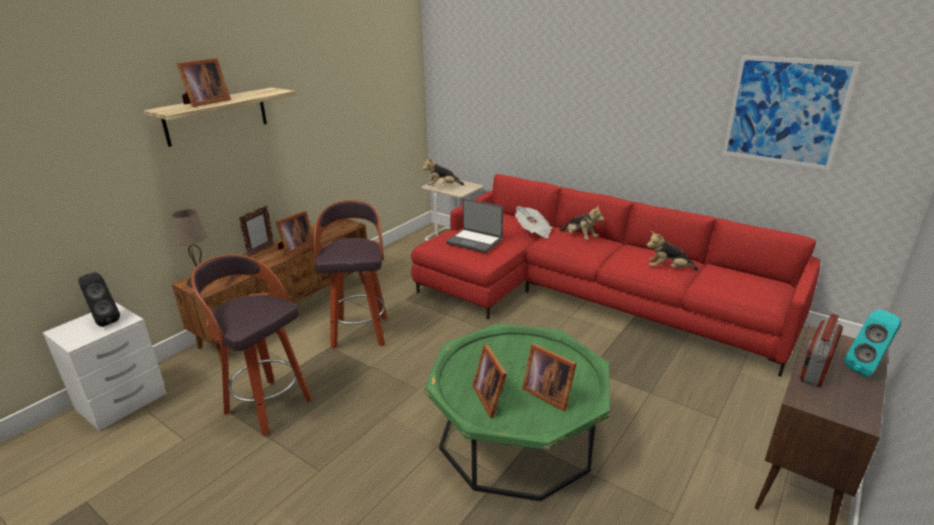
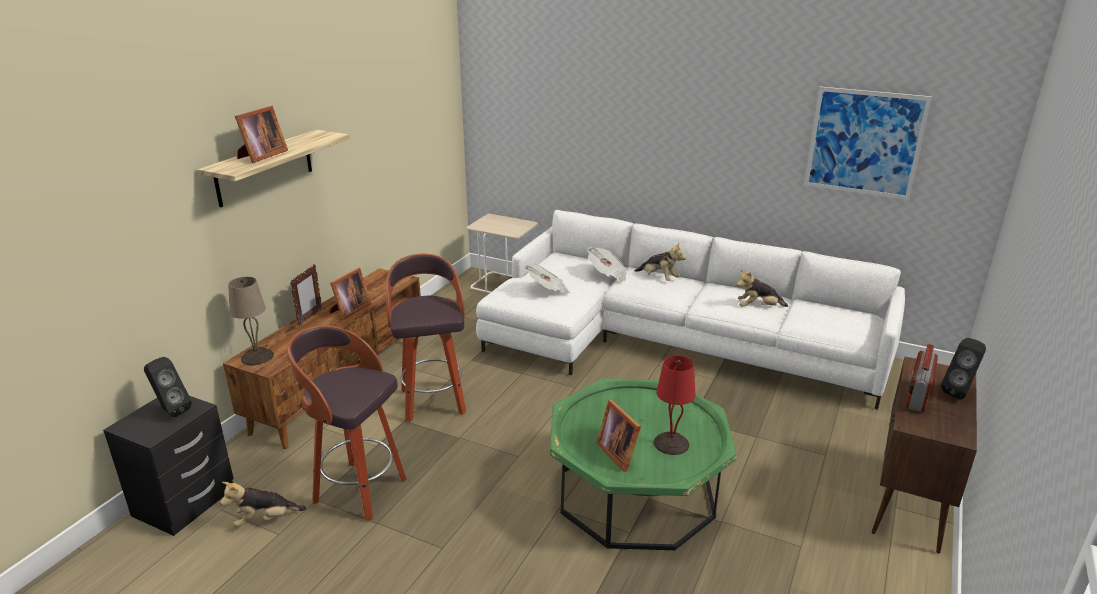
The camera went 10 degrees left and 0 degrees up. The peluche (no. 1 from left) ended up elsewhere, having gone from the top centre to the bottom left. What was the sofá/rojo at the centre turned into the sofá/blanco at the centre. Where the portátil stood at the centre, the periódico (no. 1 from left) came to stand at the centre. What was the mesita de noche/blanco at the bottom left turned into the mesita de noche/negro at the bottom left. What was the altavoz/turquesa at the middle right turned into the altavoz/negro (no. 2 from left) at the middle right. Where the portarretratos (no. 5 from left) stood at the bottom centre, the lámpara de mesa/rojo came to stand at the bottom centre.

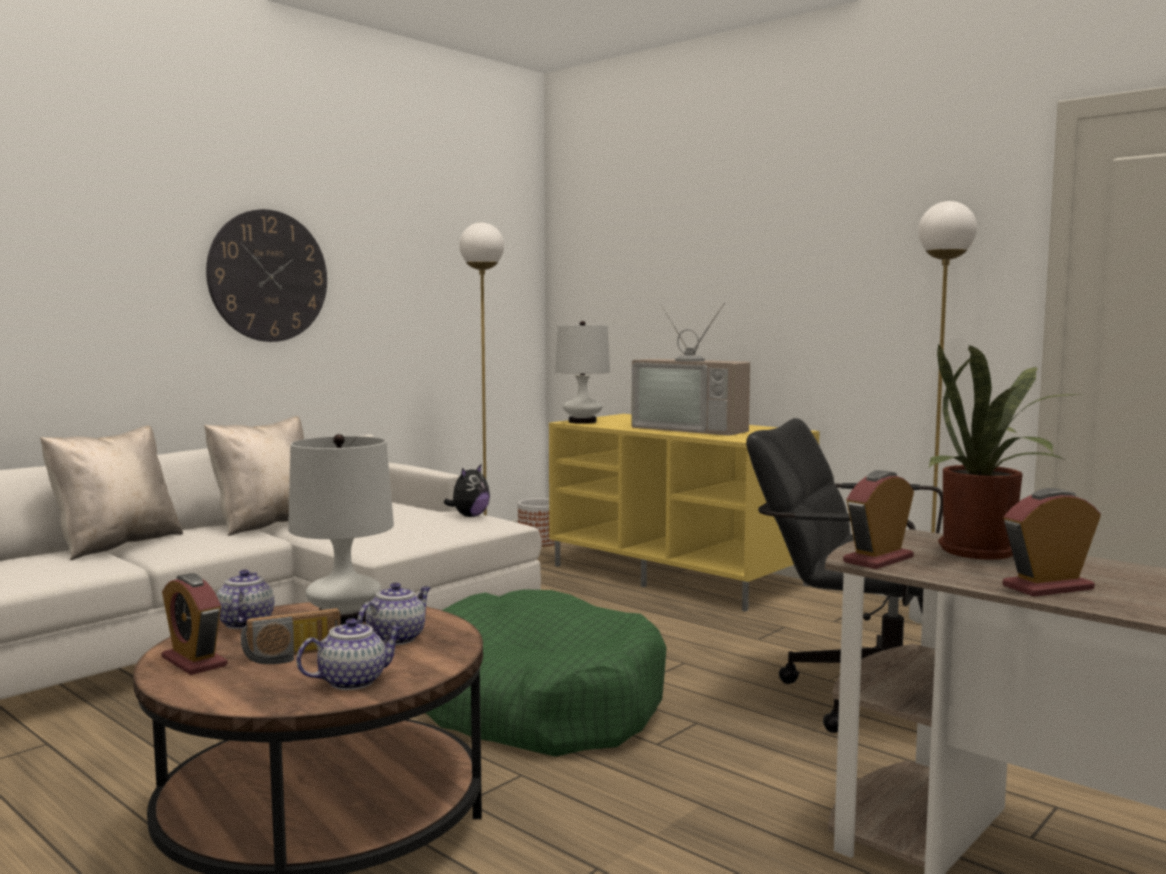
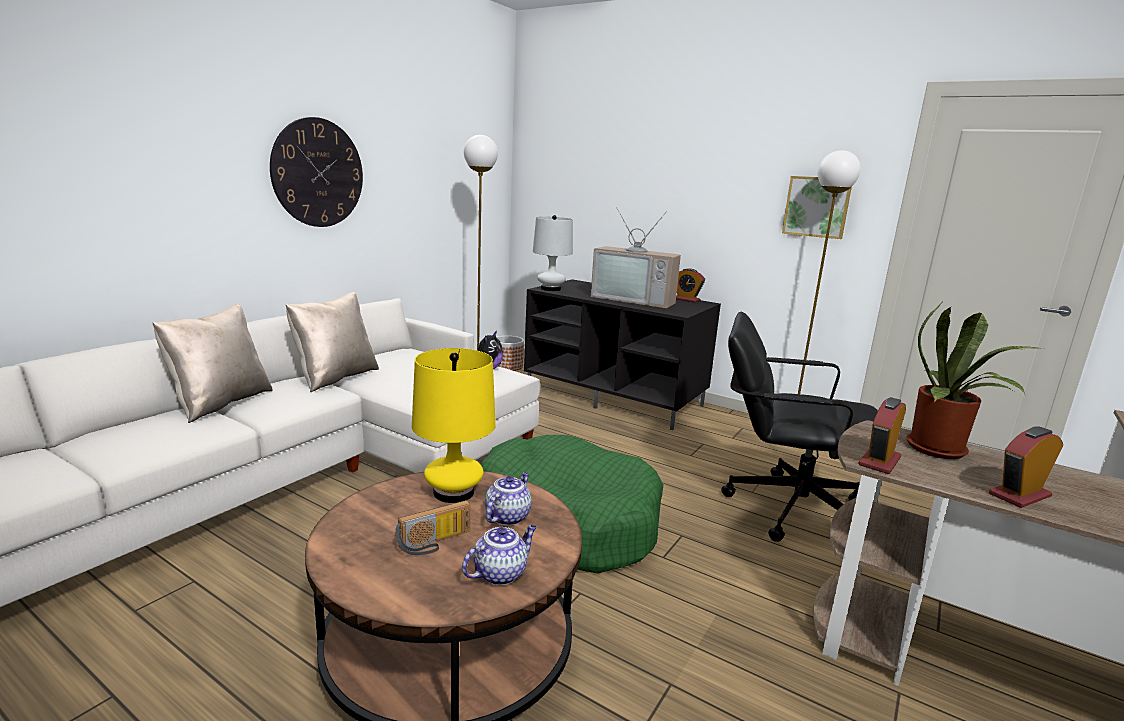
The camera went 10 degrees left and 10 degrees up. What was the mueble de televisión/amarillo at the centre turned into the mueble de televisión/negro at the centre. What was the lámpara de mesa/blanco (no. 1 from left) at the middle left turned into the lámpara de mesa/amarillo at the centre. The second view lost the tetera (no. 1 from left) at the bottom left. The despertador (no. 1 from left) ended up elsewhere, having gone from the bottom left to the centre. The second view gained the cuadro at the top right.

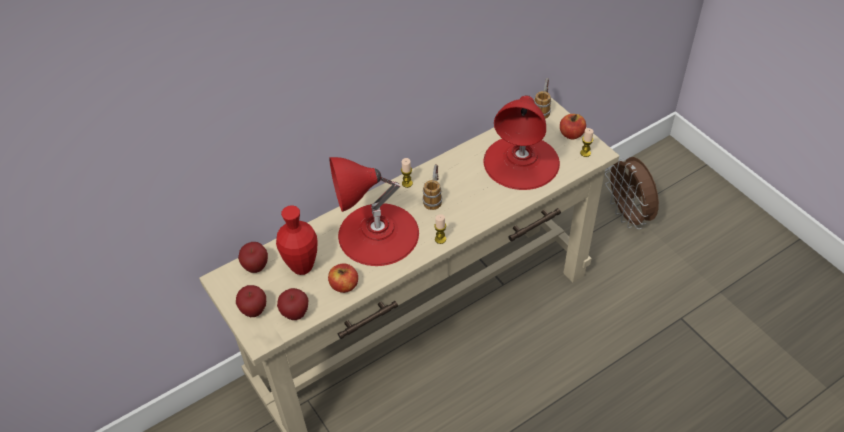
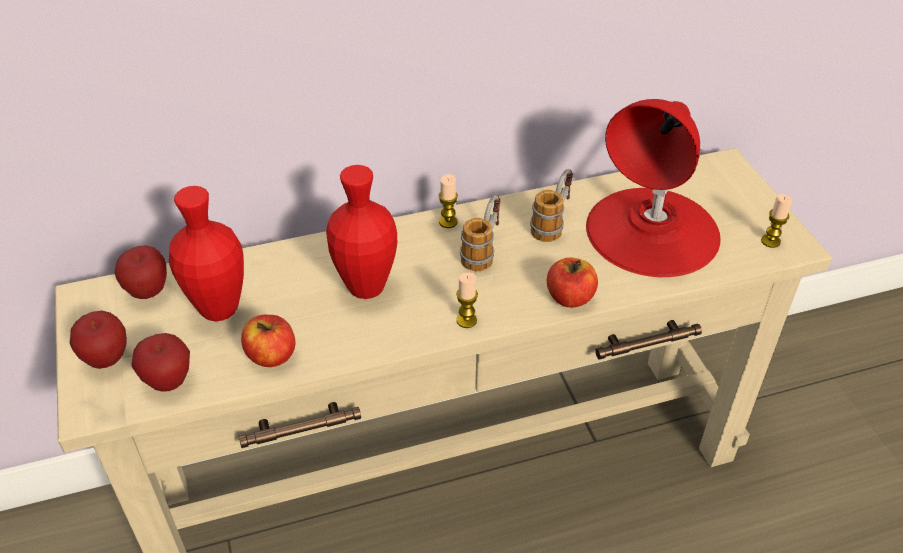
The camera went 15 degrees right and 5 degrees down. The taza grande (no. 2 from left) ended up elsewhere, having gone from the top centre to the centre. The manzana (no. 5 from left) ended up elsewhere, having gone from the top right to the centre. Where the lámpara de mesa/rojo (no. 1 from left) stood at the centre, the florero/rojo (no. 2 from left) came to stand at the centre. The second view lost the ventilador/marrón at the middle right.

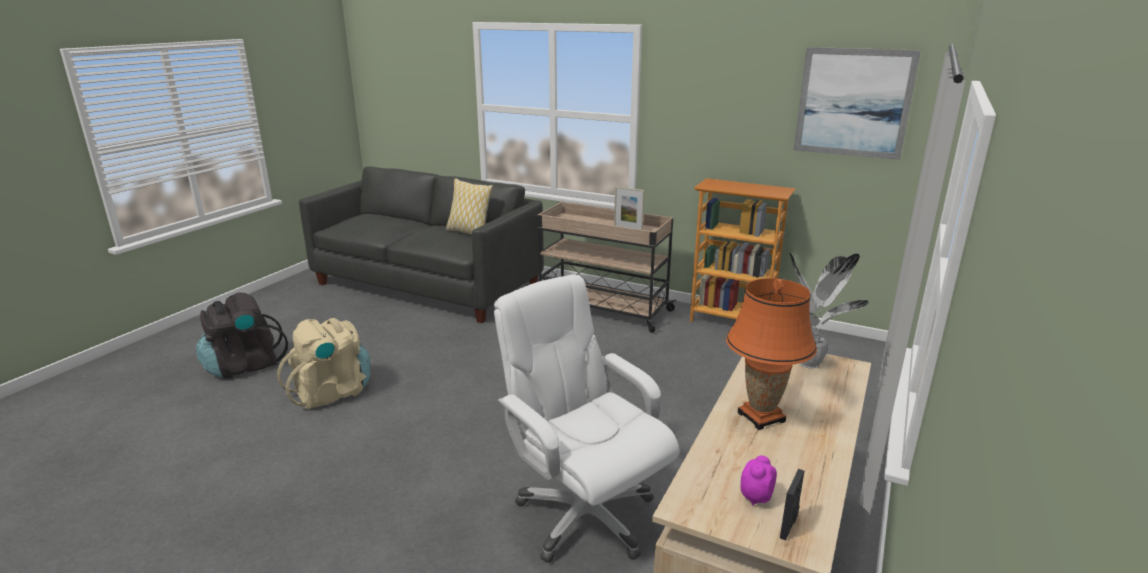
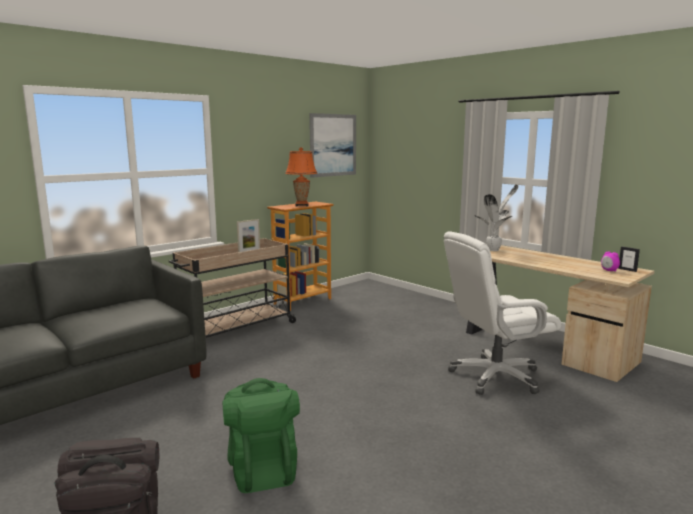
The camera went 70 degrees left and 10 degrees down. The second view lost the cojín at the centre. The lámpara de mesa/naranja ended up elsewhere, having gone from the middle right to the centre. What was the mochila/beis at the middle left turned into the mochila/verde at the bottom centre.

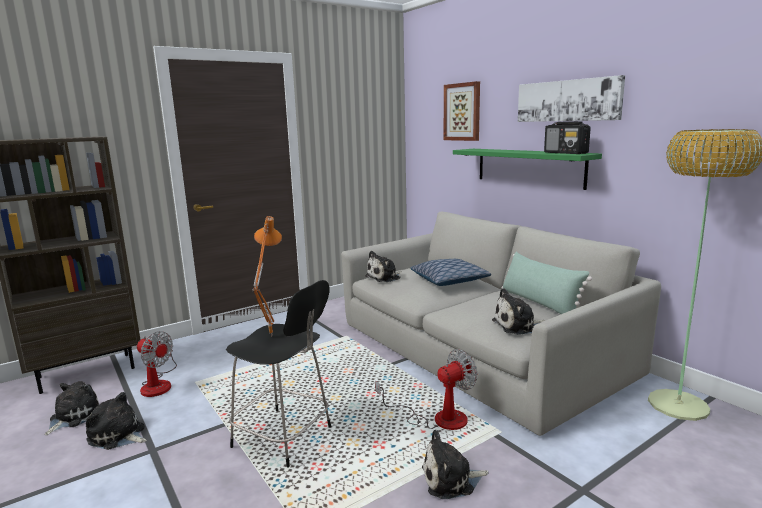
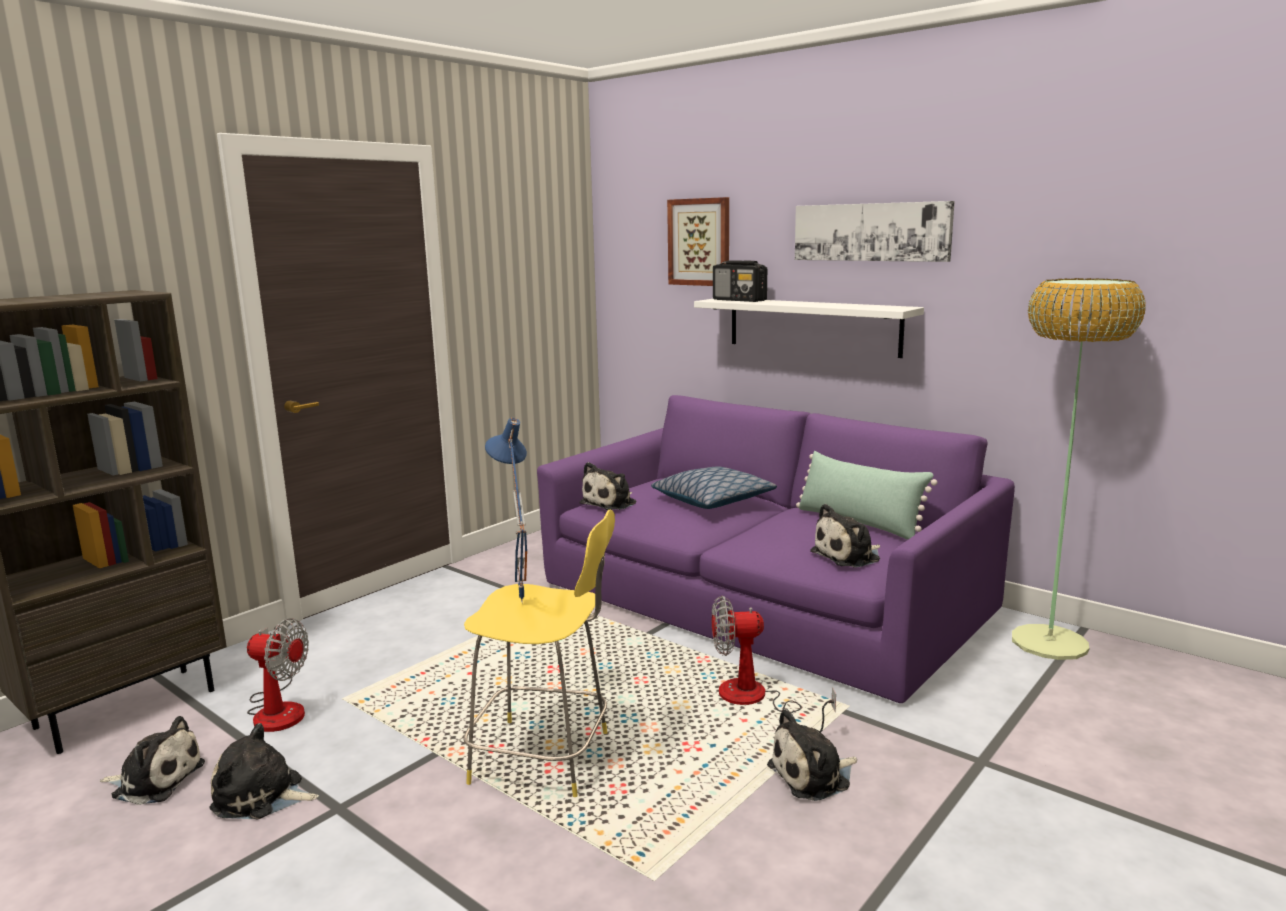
The camera went 15 degrees left and 0 degrees up. The radio ended up elsewhere, having gone from the top right to the top centre. What was the estante/verde at the top right turned into the estante/blanco at the centre. What was the sofá/gris at the centre turned into the sofá/morado at the centre. What was the lámpara de mesa/naranja at the centre turned into the lámpara de mesa/azul at the centre. What was the taburete/negro at the bottom centre turned into the taburete/amarillo at the bottom centre. The ventilador (no. 2 from left) at the bottom centre ended up facing another way, 135 degrees counterclockwise from before. The peluche (no. 1 from left) at the bottom left ended up facing another way, 90 degrees clockwise from before.

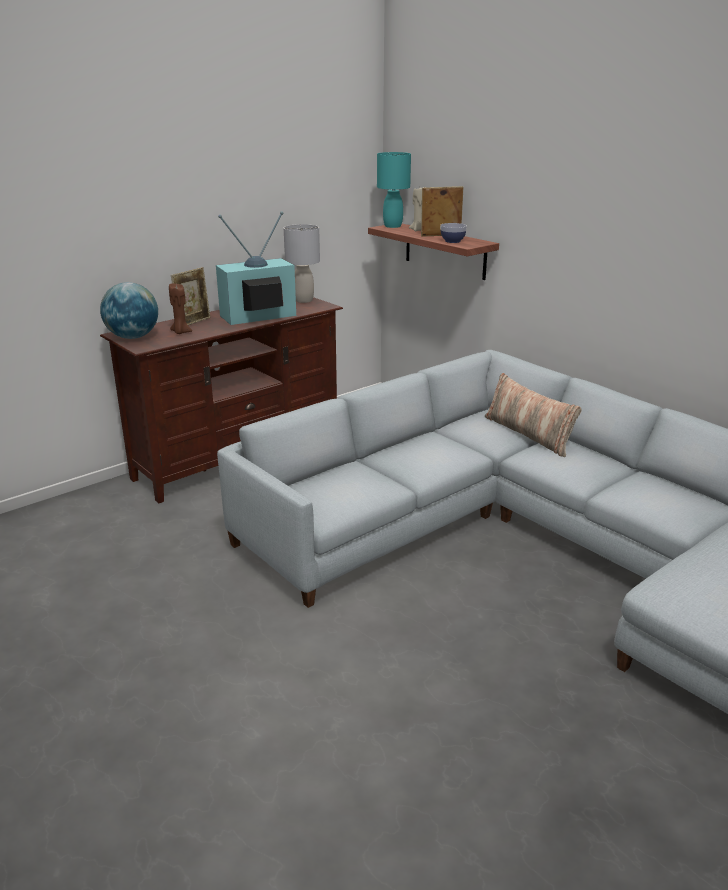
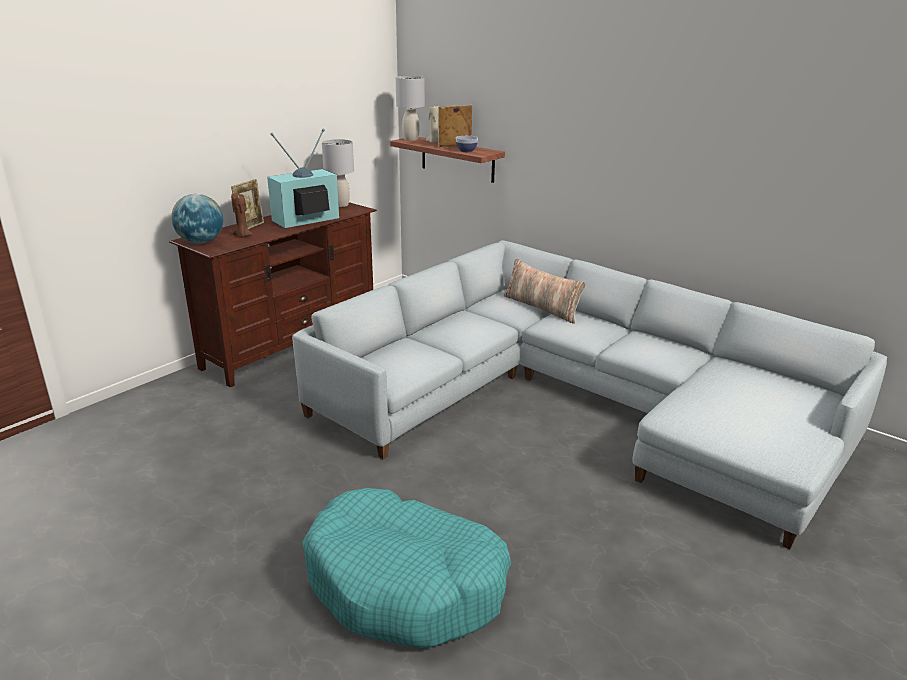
The camera went 10 degrees left and 0 degrees up. What was the lámpara de mesa/turquesa at the top centre turned into the lámpara de mesa/gris (no. 2 from left) at the top centre. The second view gained the cama para perro/turquesa at the bottom centre.

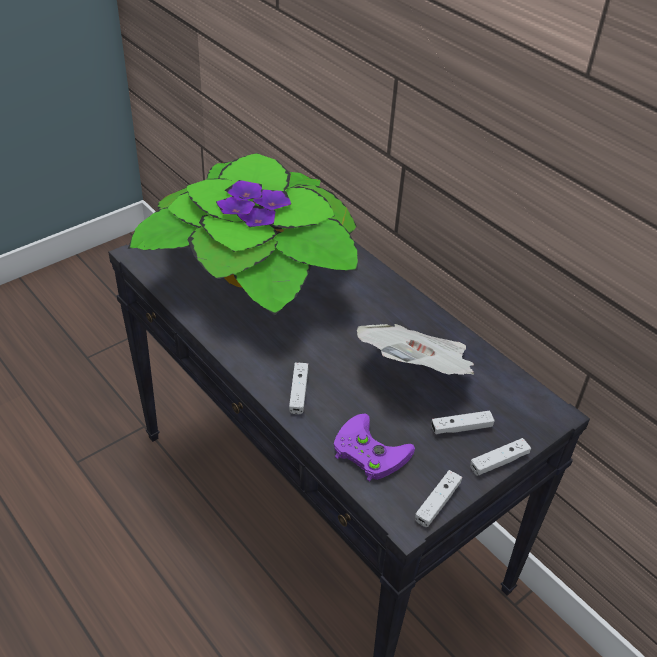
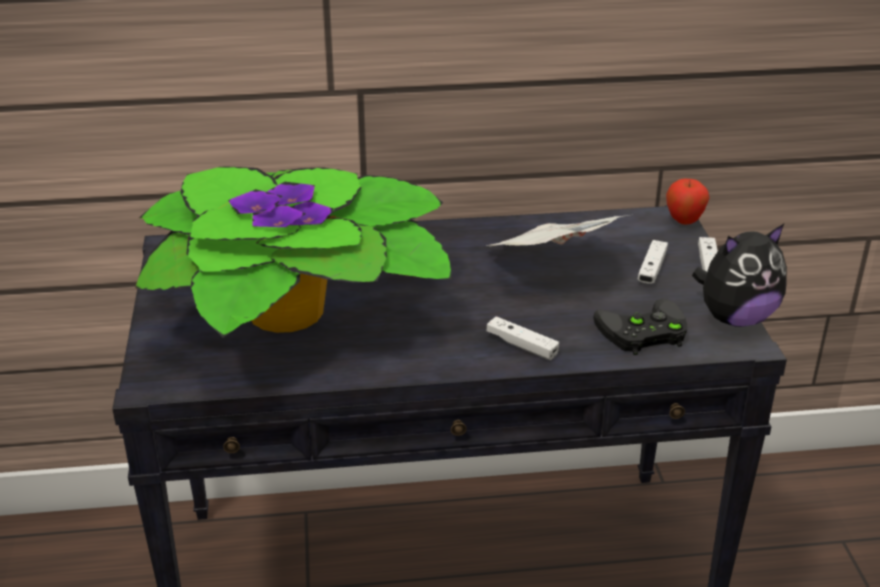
The camera went 55 degrees left and 10 degrees down. What was the mando de consola/morado at the bottom centre turned into the mando de consola/negro at the middle right. Where the mando de consola/blanco (no. 2 from left) stood at the bottom right, the peluche came to stand at the middle right. The second view gained the manzana at the middle right.

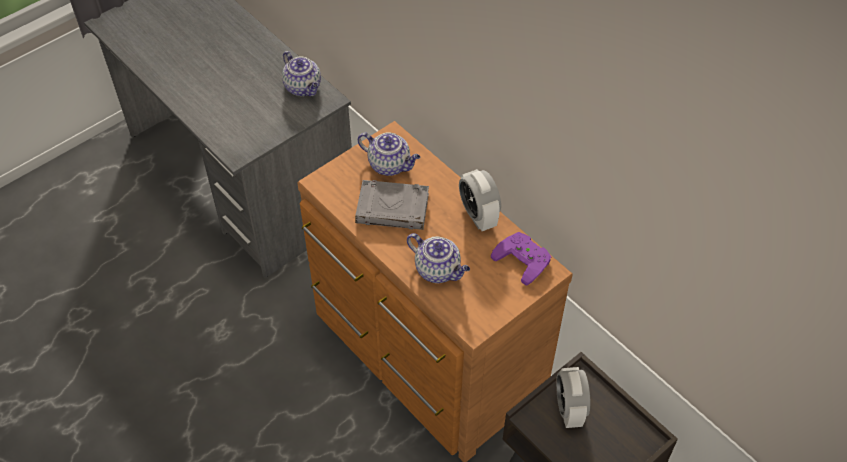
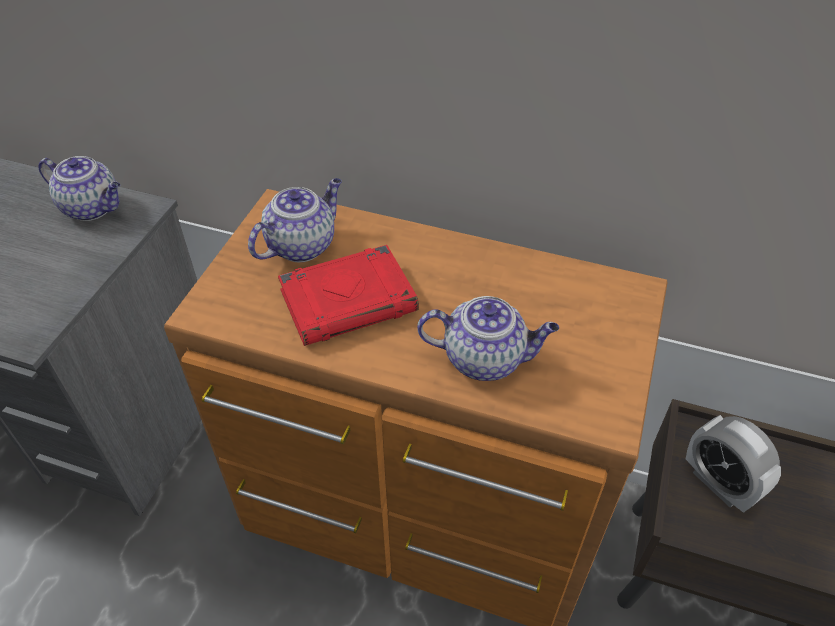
The camera went 30 degrees left and 5 degrees down. The tetera (no. 2 from left) at the centre ended up facing another way, 45 degrees counterclockwise from before. The second view lost the despertador (no. 1 from left) at the centre. What was the libro/gris at the centre turned into the libro/rojo at the centre. The second view lost the mando de consola/morado at the centre.

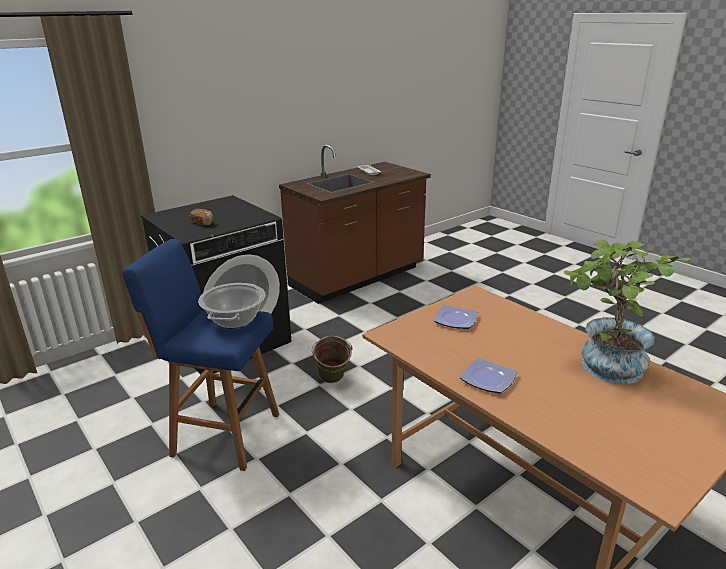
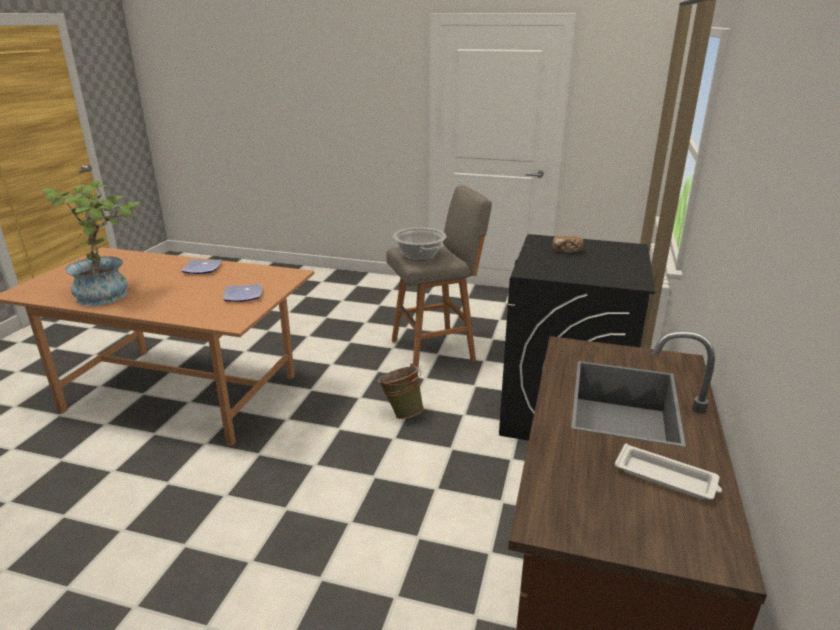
The camera went 145 degrees right and 0 degrees up. What was the taburete/azul at the middle left turned into the taburete/gris at the centre.

